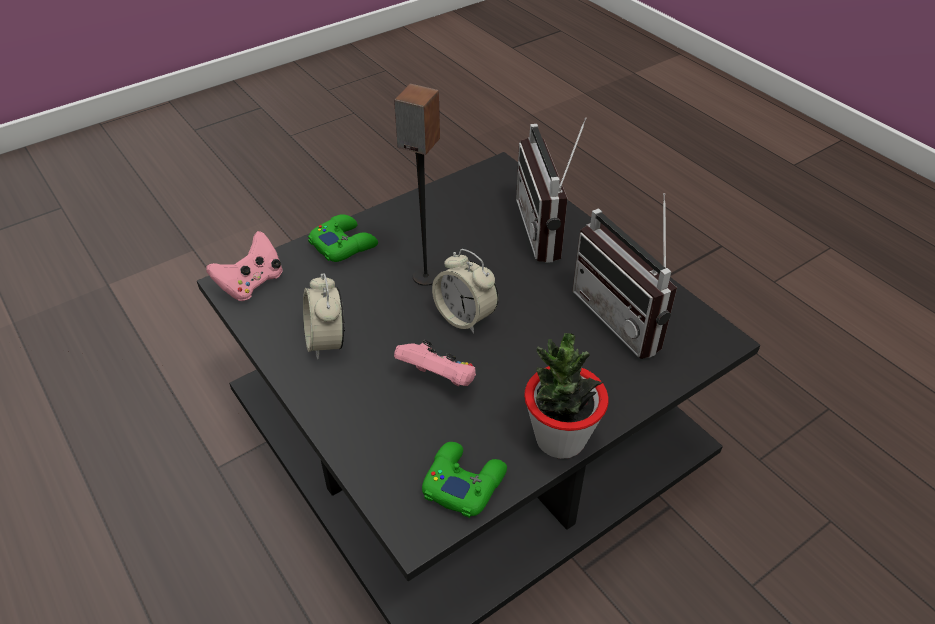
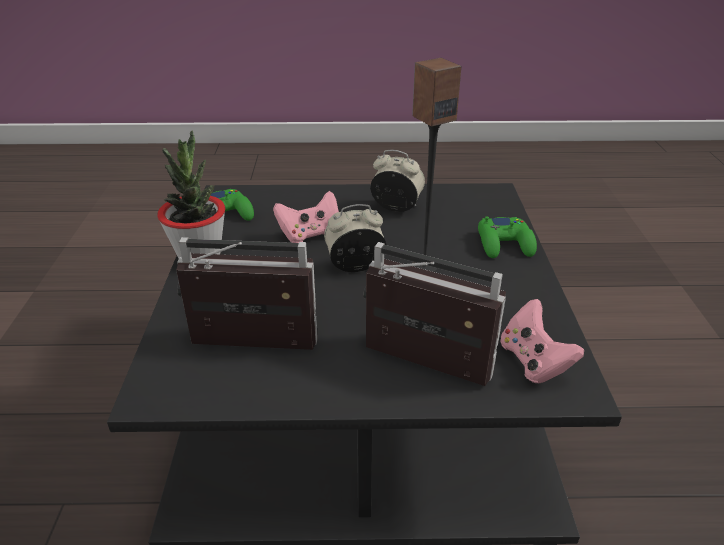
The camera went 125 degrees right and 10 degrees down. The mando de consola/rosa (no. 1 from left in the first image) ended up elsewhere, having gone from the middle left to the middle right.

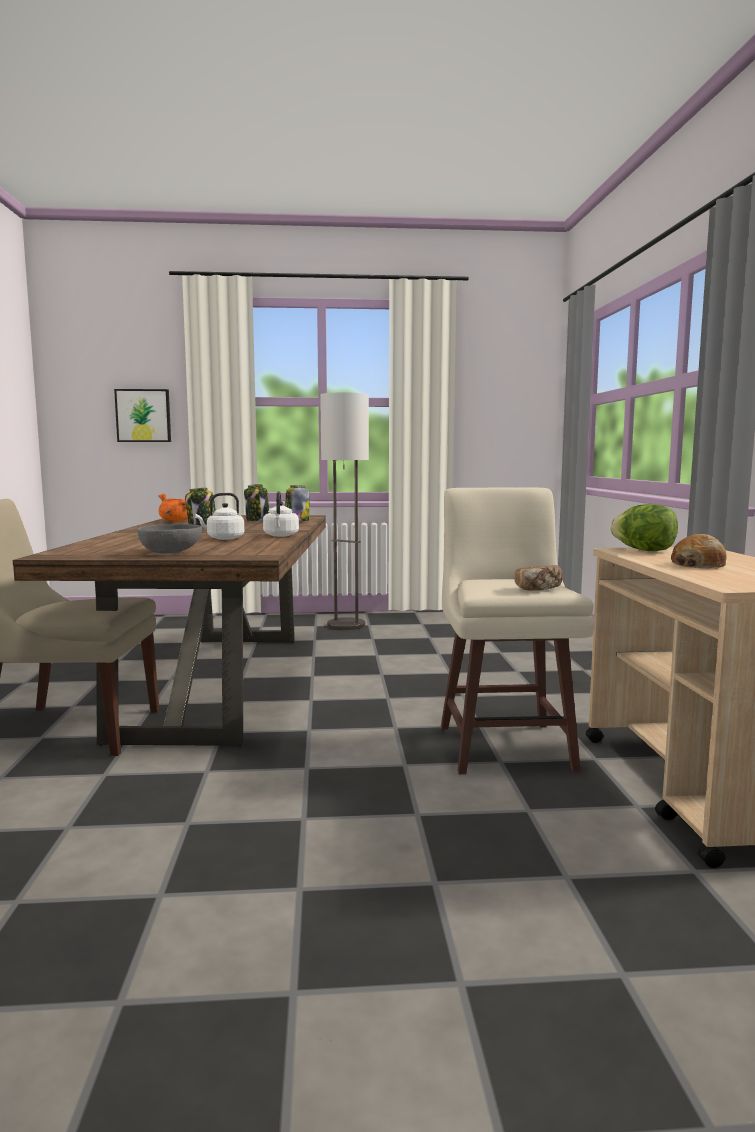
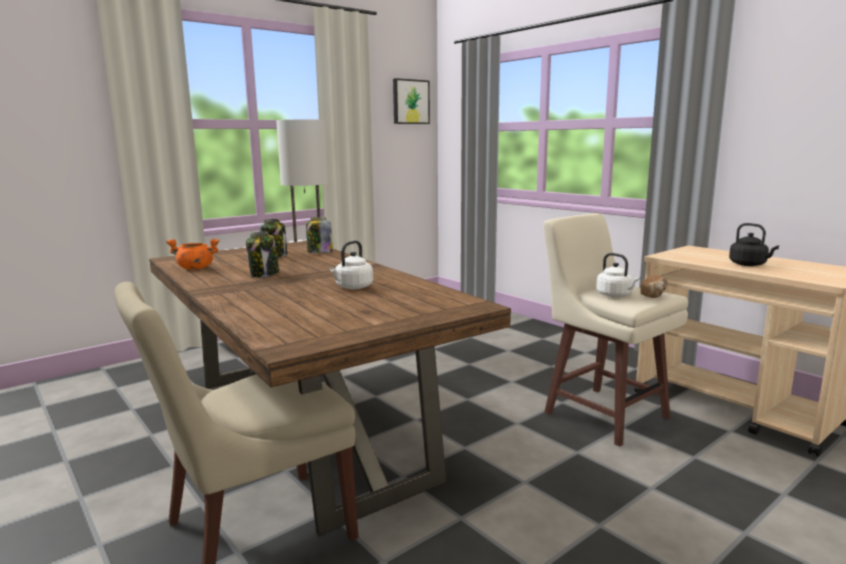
The camera went 35 degrees left and 5 degrees up. The cuadro ended up elsewhere, having gone from the middle left to the top centre. The hervidor/blanco (no. 2 from left) ended up elsewhere, having gone from the centre to the middle right. The second view lost the lechuga at the middle right. The second view lost the cuenco/gris at the middle left. Where the pan (no. 2 from left) stood at the middle right, the hervidor/negro came to stand at the middle right.

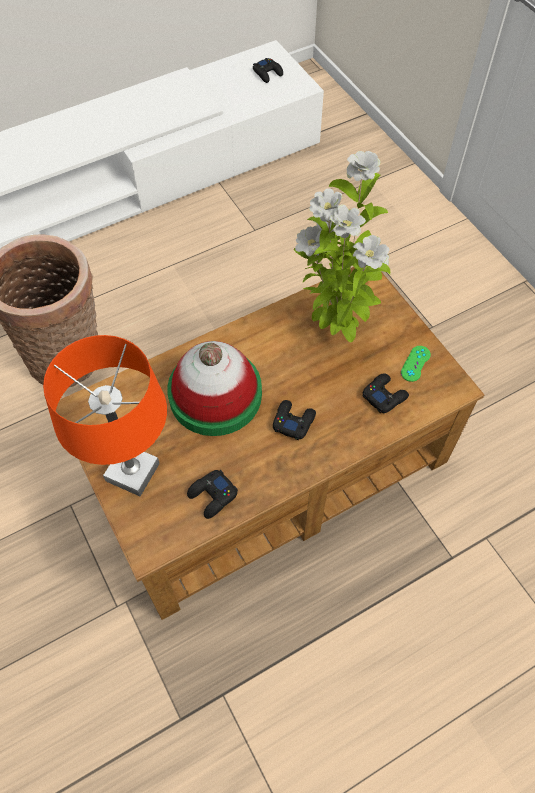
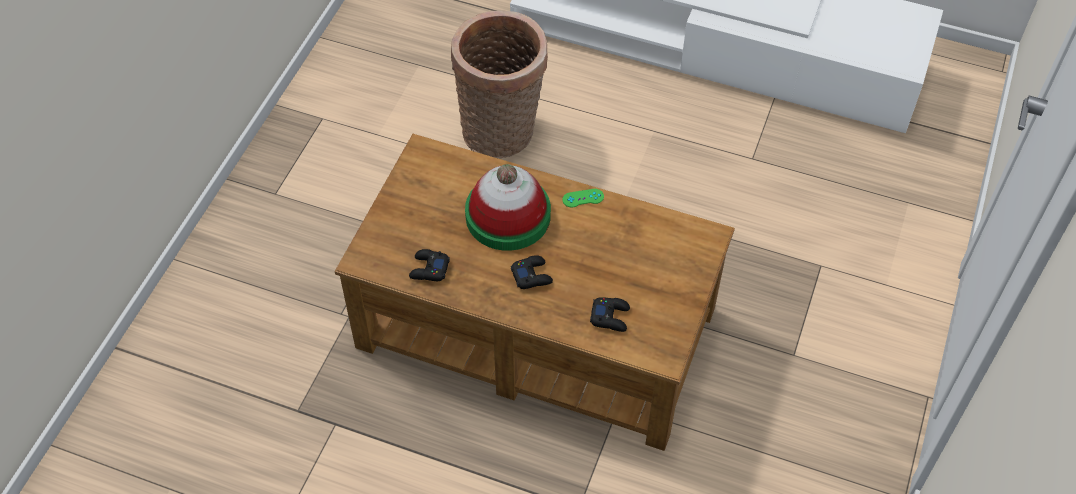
The camera went 50 degrees right and 5 degrees down. The second view lost the mando de consola/negro (no. 2 from left) at the top centre. The second view lost the planta en maceta at the top centre. The second view lost the lámpara de mesa/naranja at the middle left. The mando de consola/verde ended up elsewhere, having gone from the middle right to the centre.

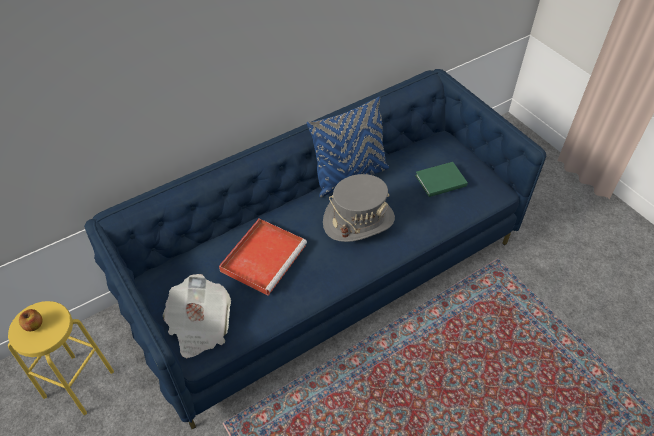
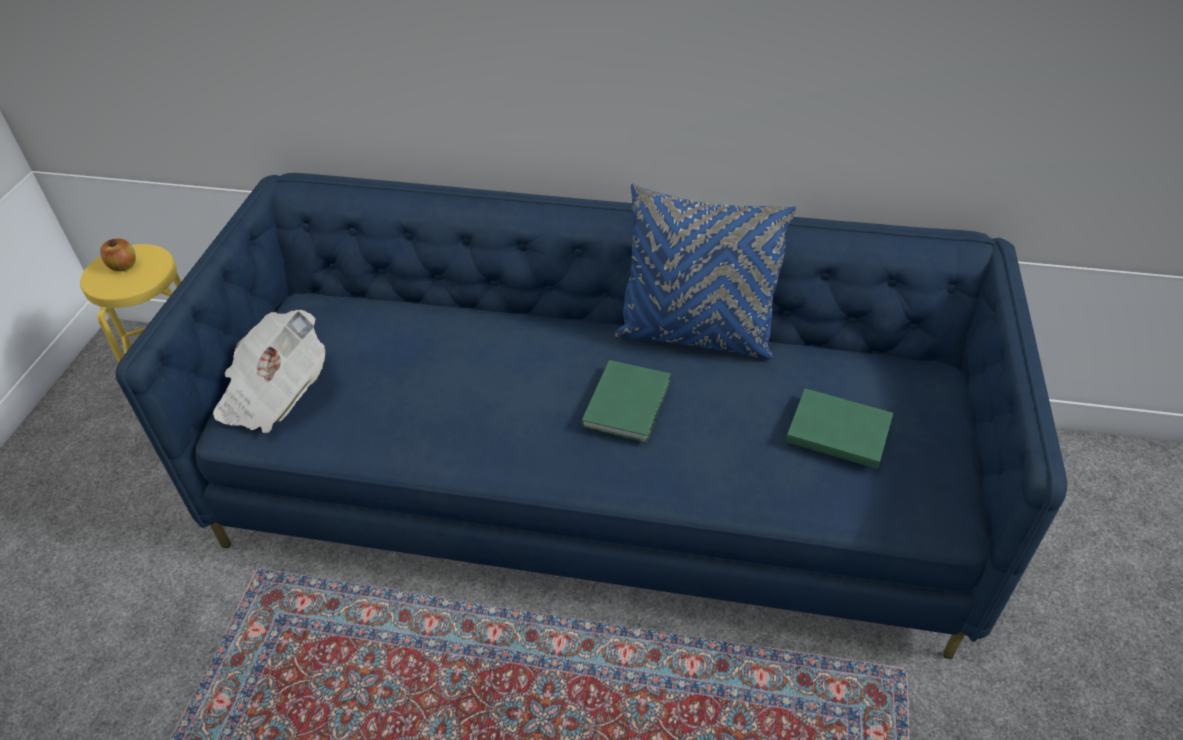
The camera went 45 degrees right and 5 degrees down. Where the sombrero/gris stood at the centre, the libro/verde (no. 1 from left) came to stand at the centre. The second view lost the bandeja/rojo at the centre.

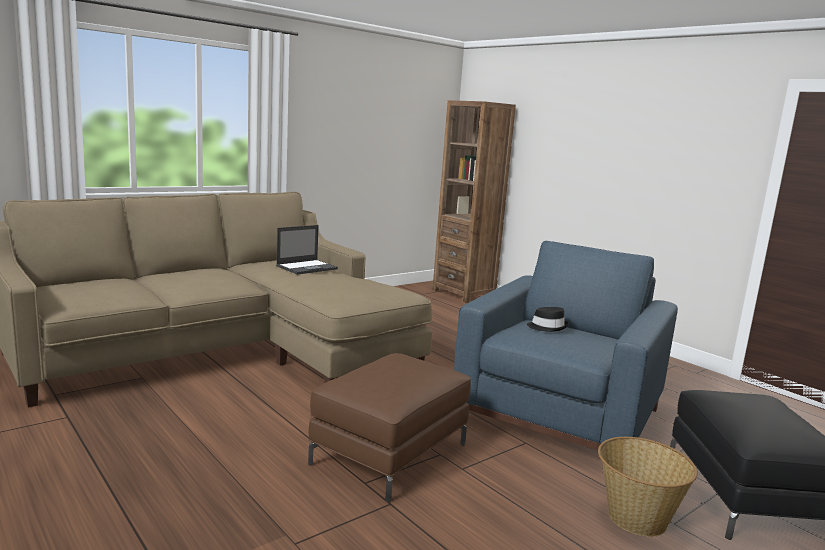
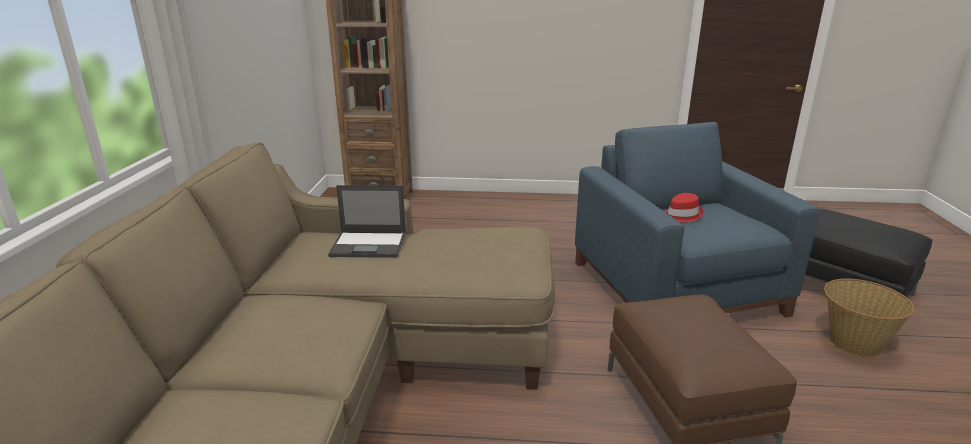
The camera went 45 degrees left and 10 degrees up. The portátil at the centre ended up facing another way, 90 degrees clockwise from before. What was the sombrero/negro at the centre turned into the sombrero/rojo at the middle right.

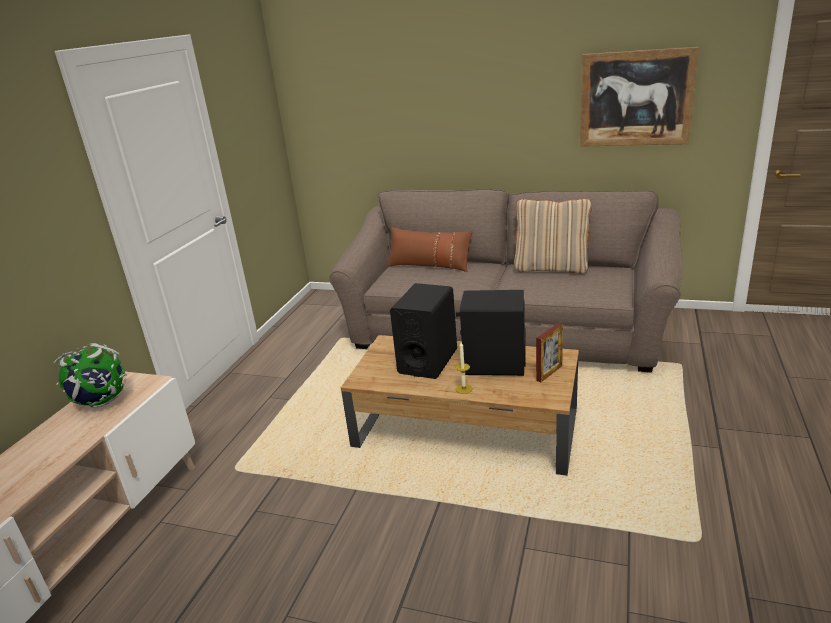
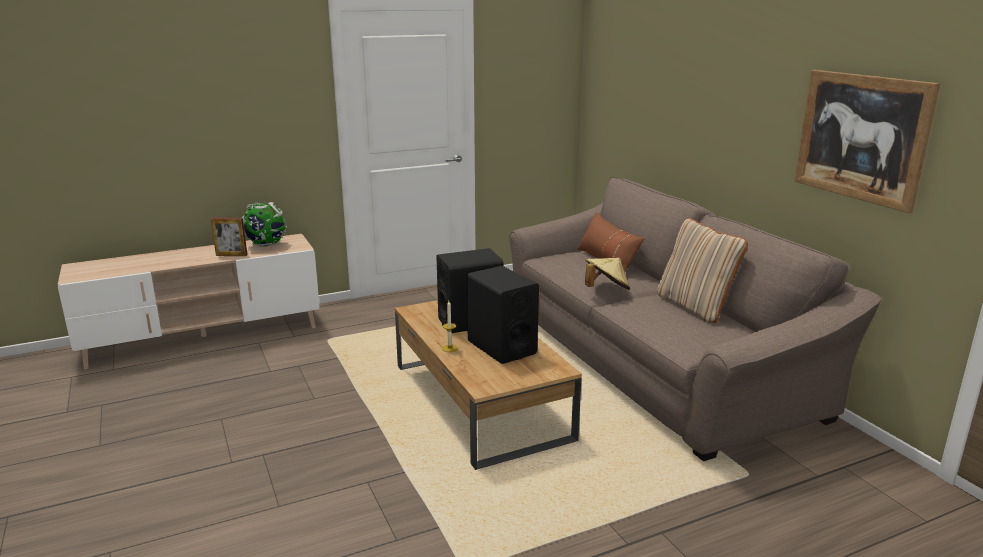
The camera went 45 degrees right and 5 degrees down. The portarretratos ended up elsewhere, having gone from the centre to the middle left. The second view gained the sombrero/beis at the centre.

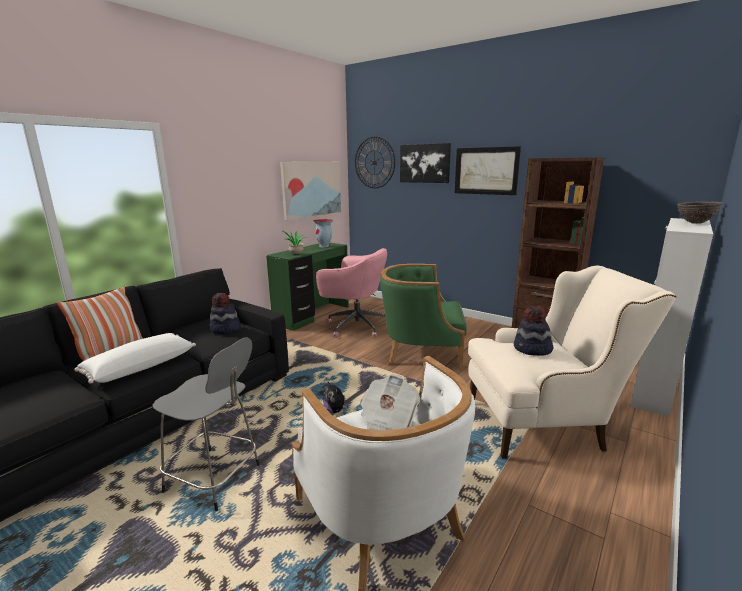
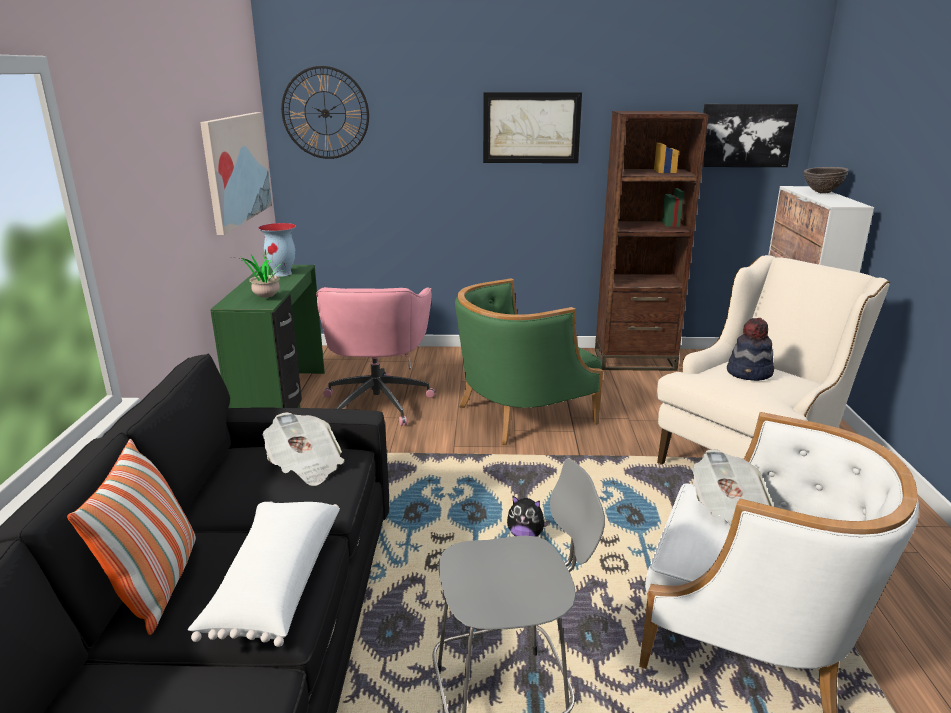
The camera went 35 degrees left and 5 degrees up. The cuadro (no. 2 from left in the first image) ended up elsewhere, having gone from the top centre to the top right. The silla de oficina/rosa at the centre ended up facing another way, 105 degrees clockwise from before. Where the sombrero (no. 1 from left) stood at the middle left, the periódico (no. 1 from left) came to stand at the middle left.

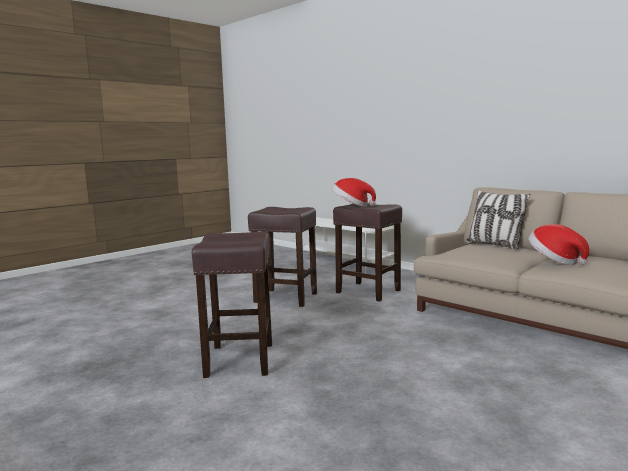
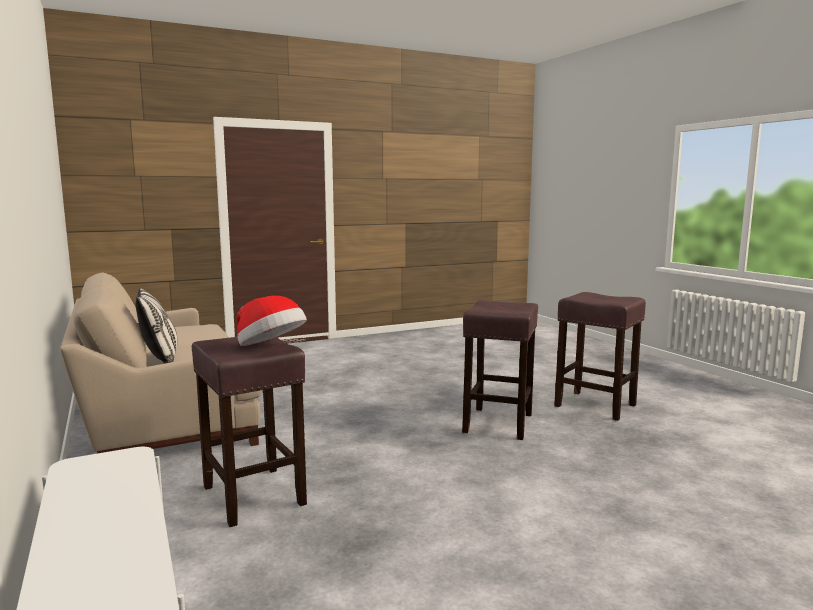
The camera went 160 degrees left and 0 degrees up. The taburete/marrón (no. 2 from left in the first image) ended up elsewhere, having gone from the centre to the middle right. The second view lost the sombrero (no. 2 from left) at the middle right.

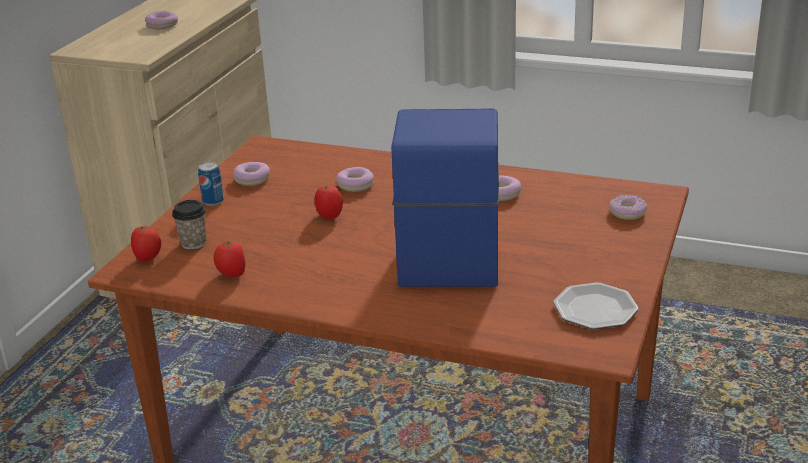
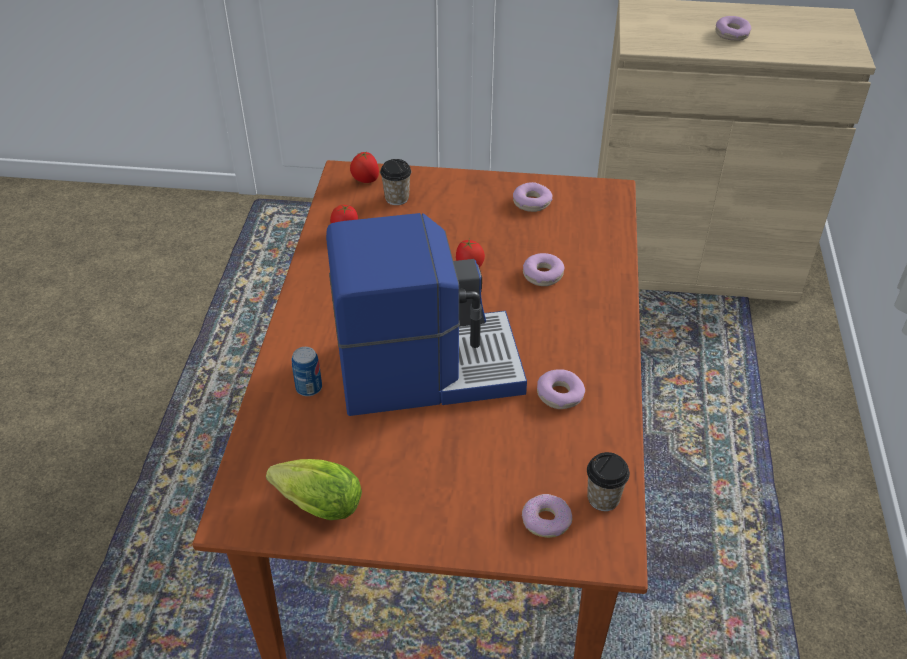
The camera went 75 degrees right and 15 degrees up. The lata ended up elsewhere, having gone from the middle left to the centre. Where the plato stood at the middle right, the lechuga came to stand at the bottom centre. The second view gained the taza (no. 2 from left) at the bottom right.

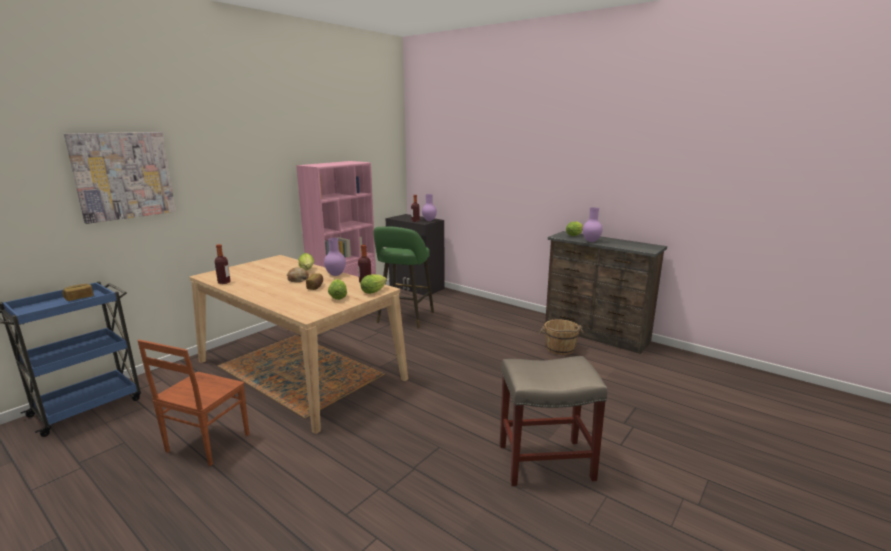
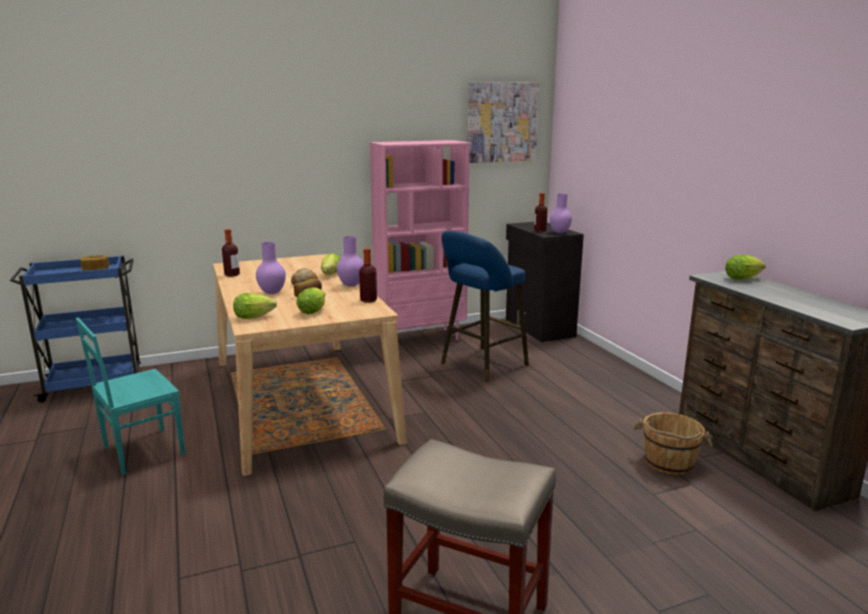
The camera went 30 degrees right and 0 degrees up. The cuadro ended up elsewhere, having gone from the top left to the top centre. The florero/morado (no. 3 from left in the first image) ended up elsewhere, having gone from the centre to the middle left. What was the taburete/verde at the centre turned into the taburete/azul at the centre. The lechuga (no. 3 from left in the first image) ended up elsewhere, having gone from the centre to the middle left. What was the silla/marrón at the bottom left turned into the silla/turquesa at the middle left.

